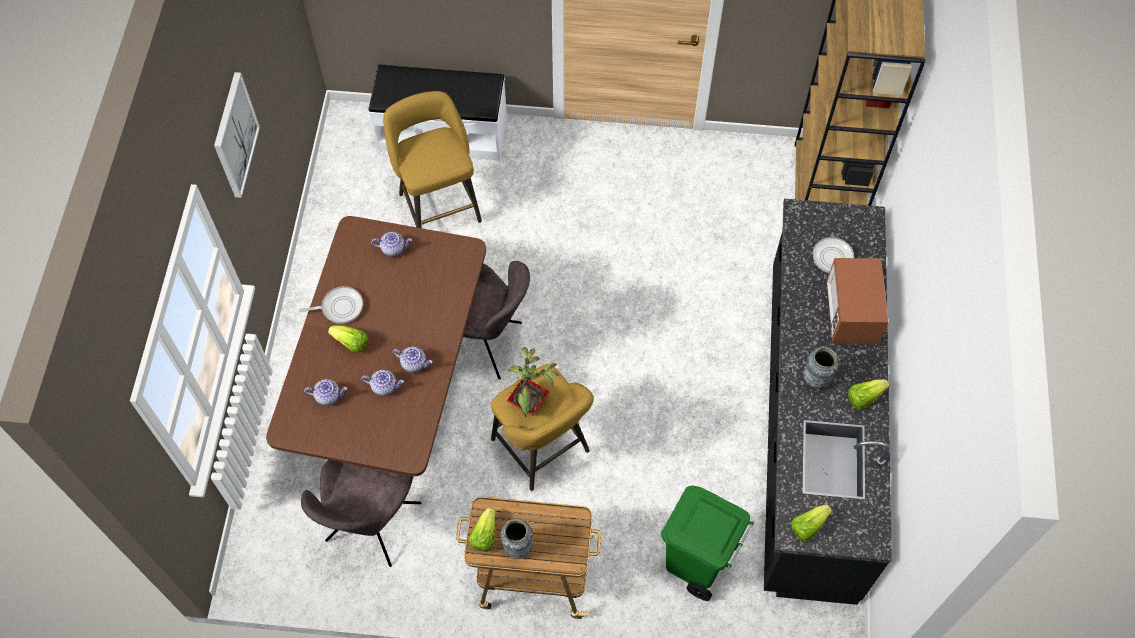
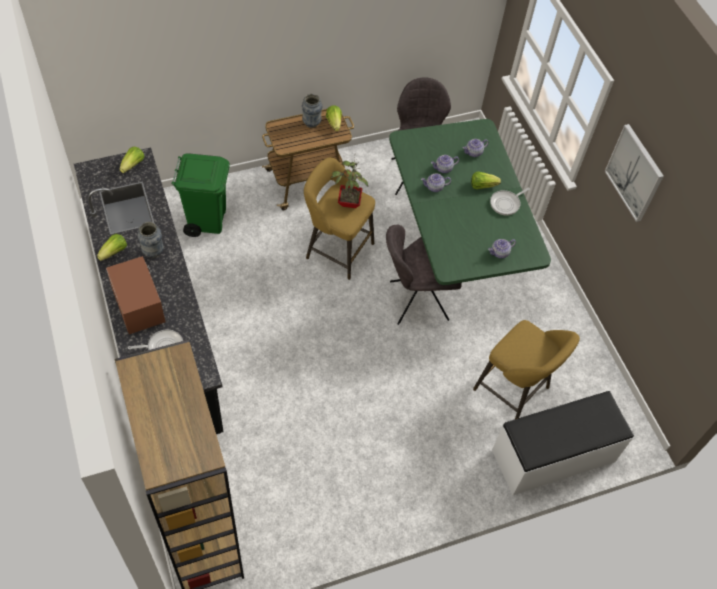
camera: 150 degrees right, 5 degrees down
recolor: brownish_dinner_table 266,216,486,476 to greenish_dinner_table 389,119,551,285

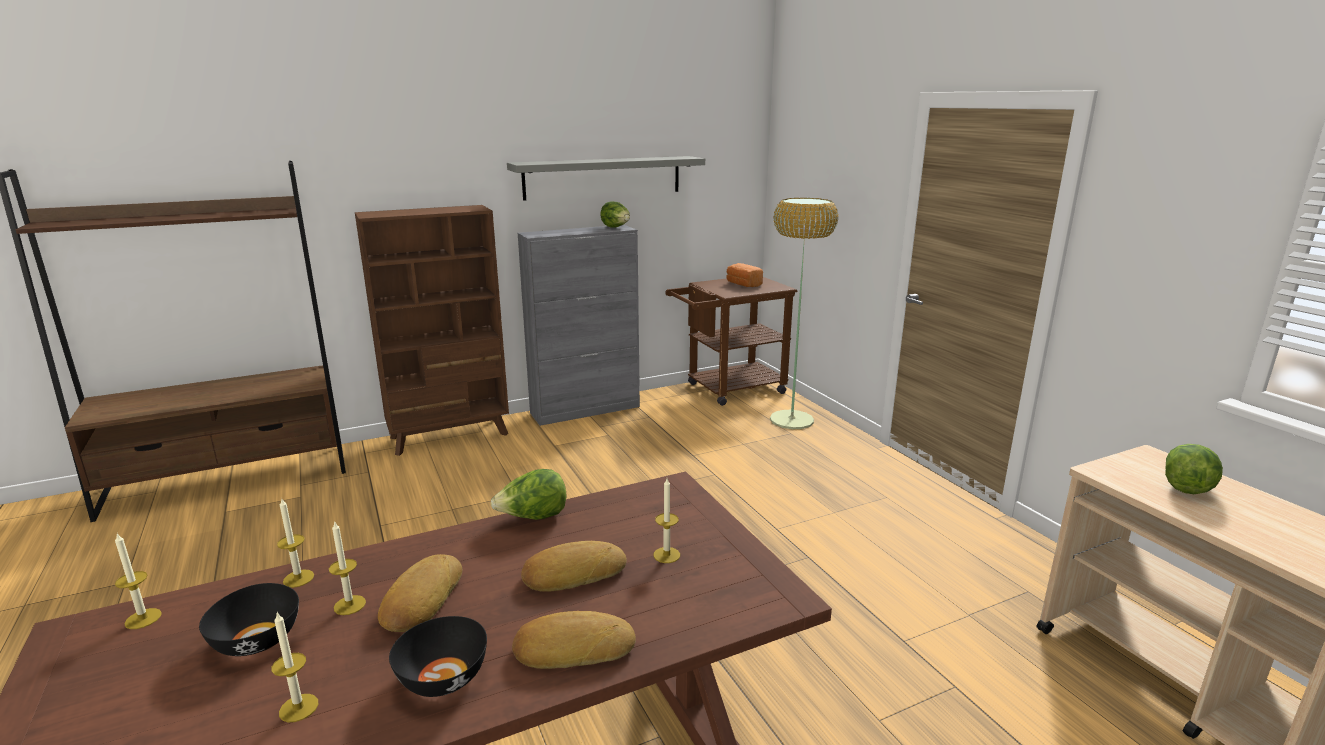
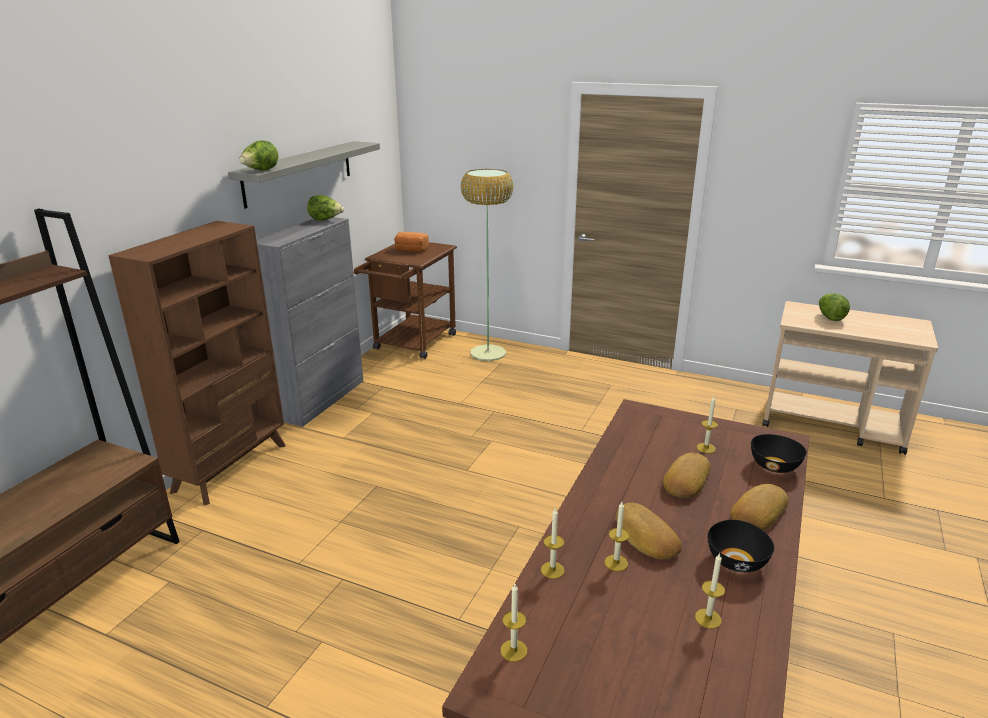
camera: 40 degrees left, 5 degrees up
move: lettuce_head 491,469,566,520 to 239,140,278,171; black_bowl 199,583,299,656 to 751,434,807,473

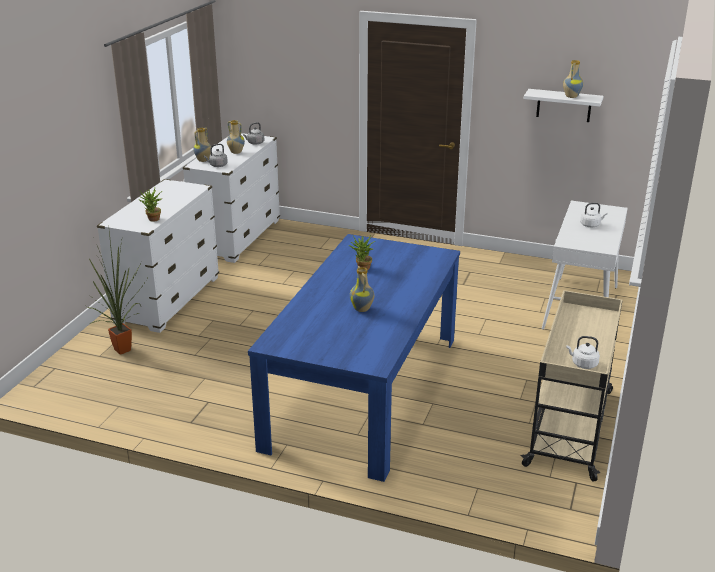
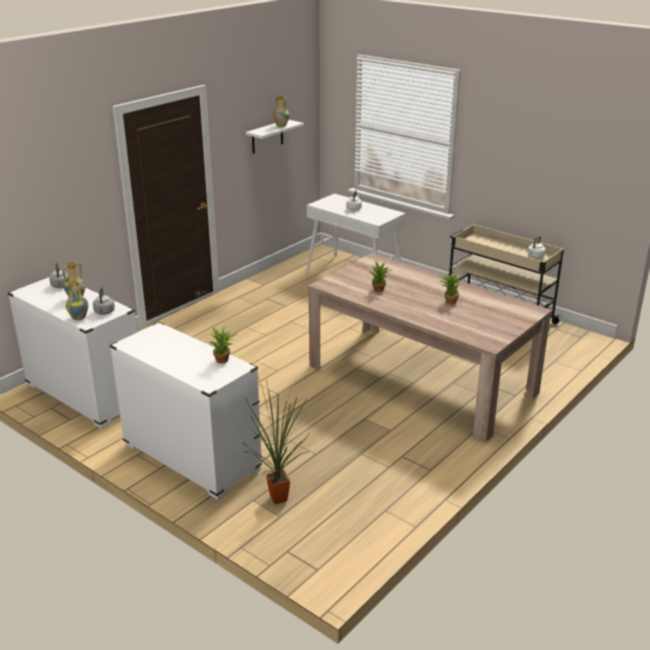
camera: 70 degrees left, 0 degrees up
replace: vase 350,266,374,312 to plant_in_a_pot 440,272,461,304
recolor: blue-coloured_dinner_table 248,234,460,482 to sand-coloured_dinner_table 307,253,553,442

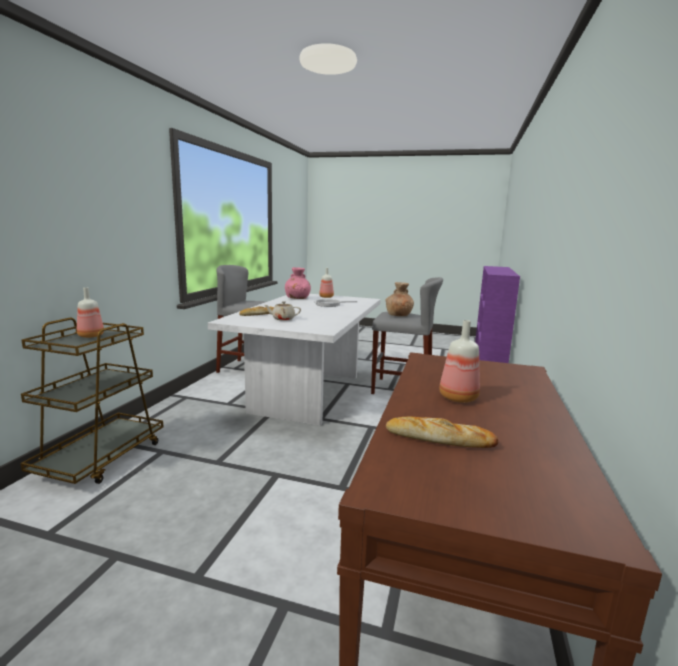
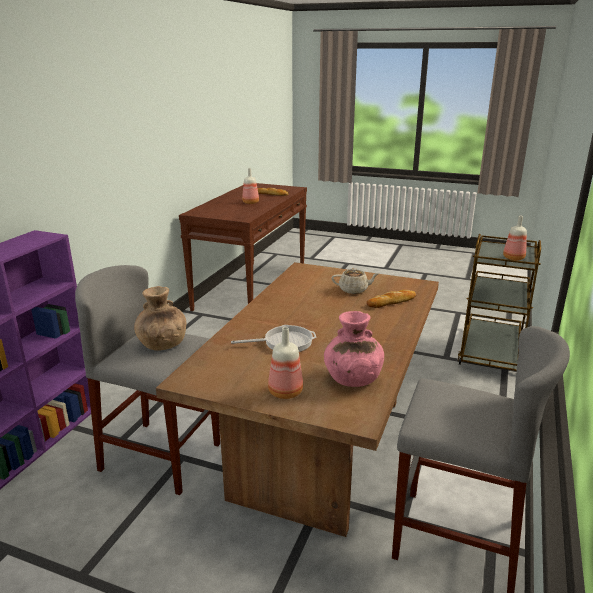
camera: 175 degrees left, 10 degrees up
recolor: white-coloured_dinner_table 208,294,381,426 to brownish_dinner_table 156,262,439,537

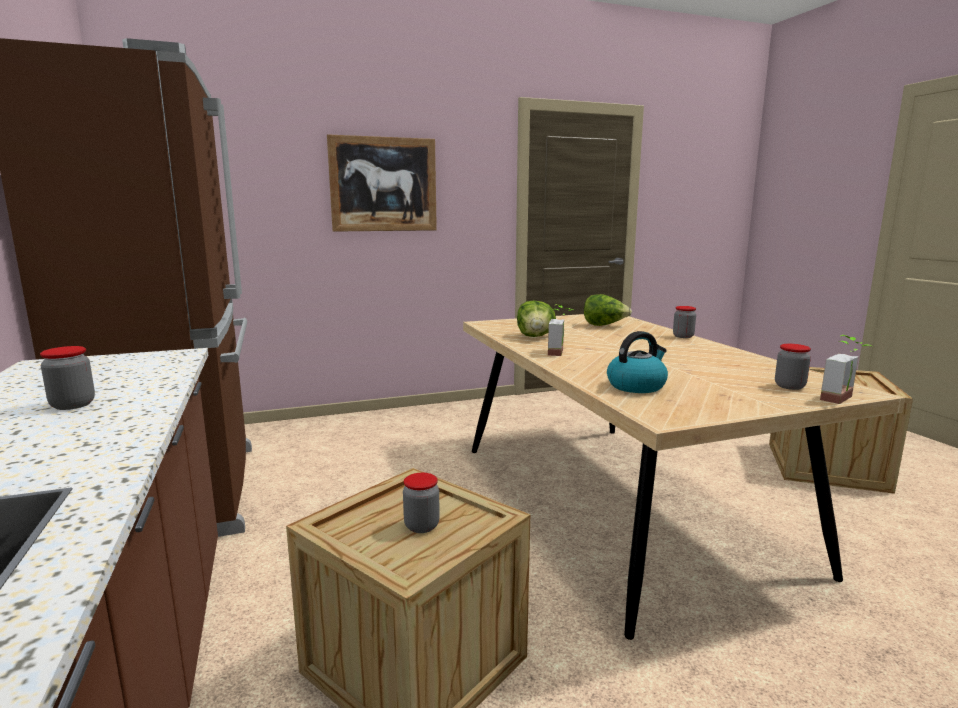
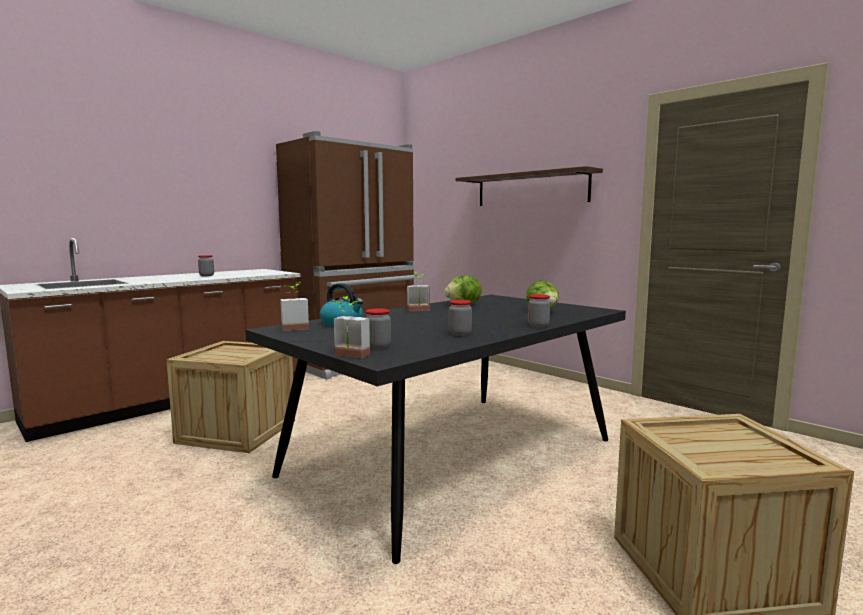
camera: 65 degrees right, 5 degrees down
insert: plant_in_a_pot 280,282,309,331
move: jar 403,473,440,533 to 449,300,472,336
replace: wall_art 327,134,437,232 to bracket_shelf 455,166,603,206
recolor: sand-coloured_dinner_table 463,314,905,640 to black_dinner_table 245,295,626,564

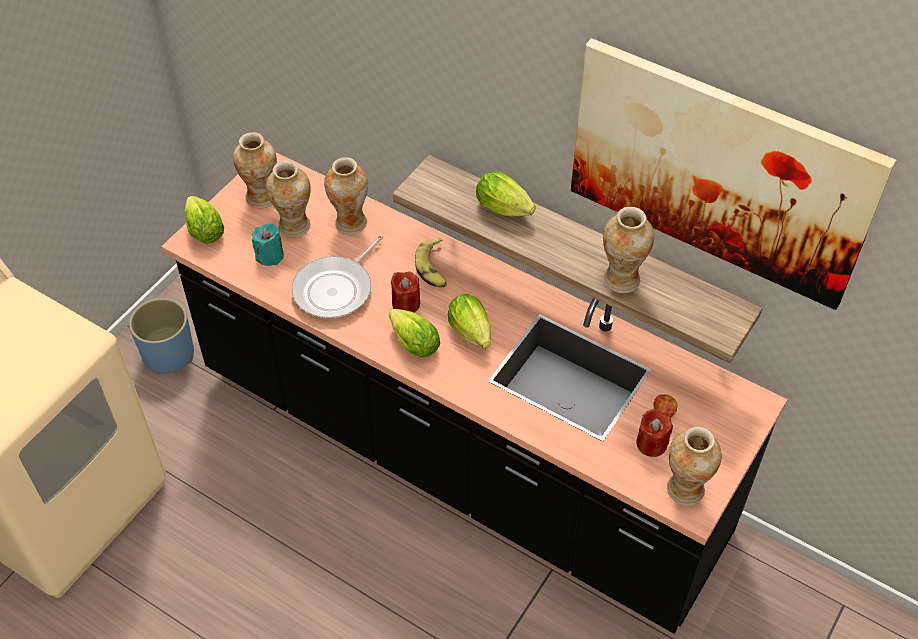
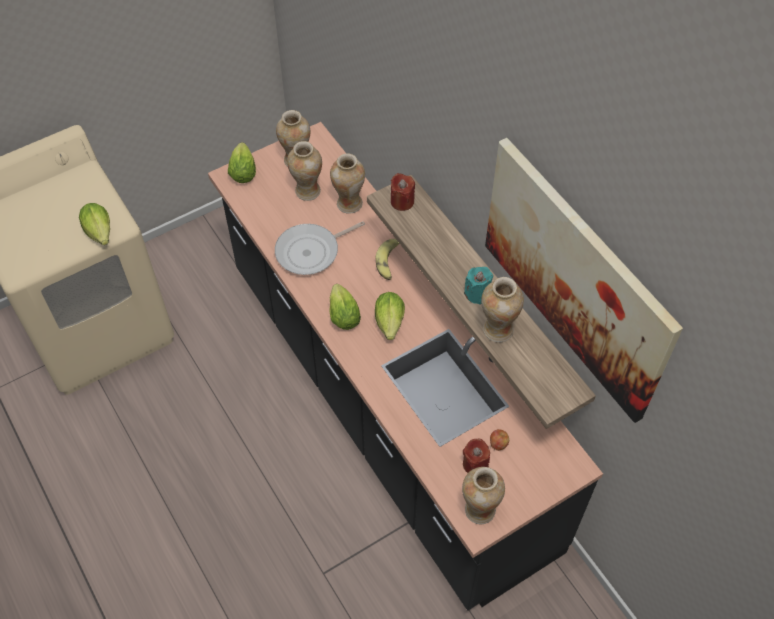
camera: 25 degrees right, 5 degrees up
delete: blue-coloured_flower_pot 129,298,194,375
move: lettuce_head 476,171,536,217 to 79,203,110,245; red_candle 391,271,420,312 to 391,173,415,211; blue-green_candle 252,223,284,266 to 464,267,493,305

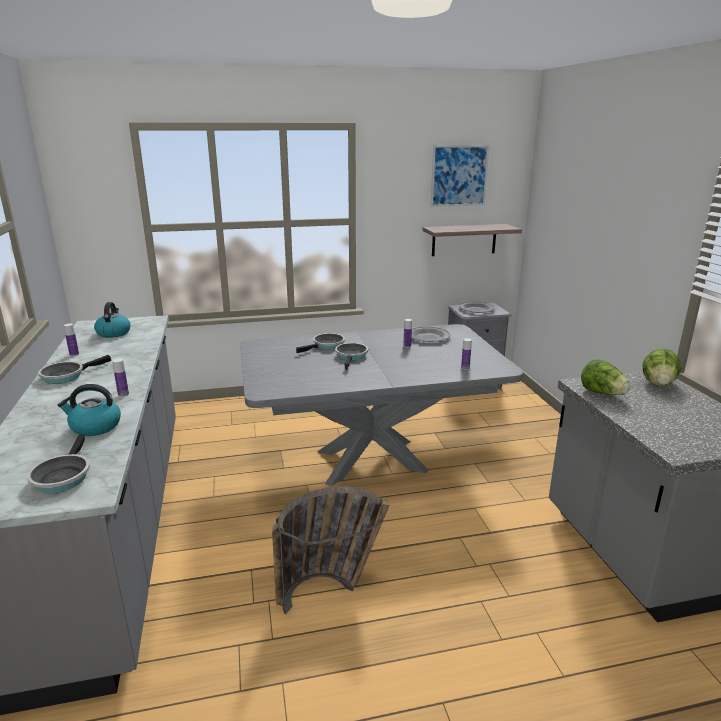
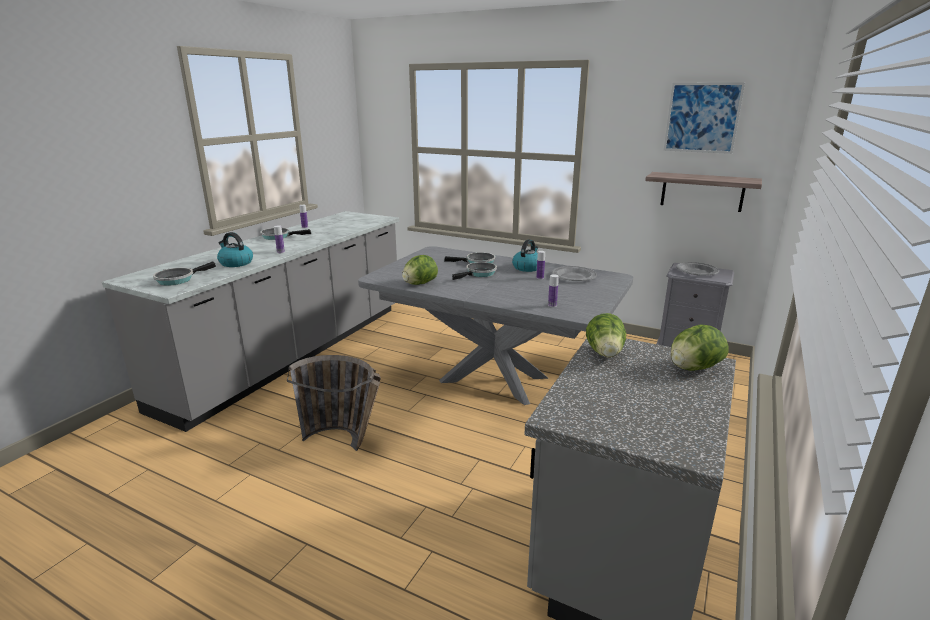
camera: 40 degrees right, 0 degrees up
insert: lettuce_head 402,255,438,285
move: water_kettle 94,302,131,338 to 512,239,538,272

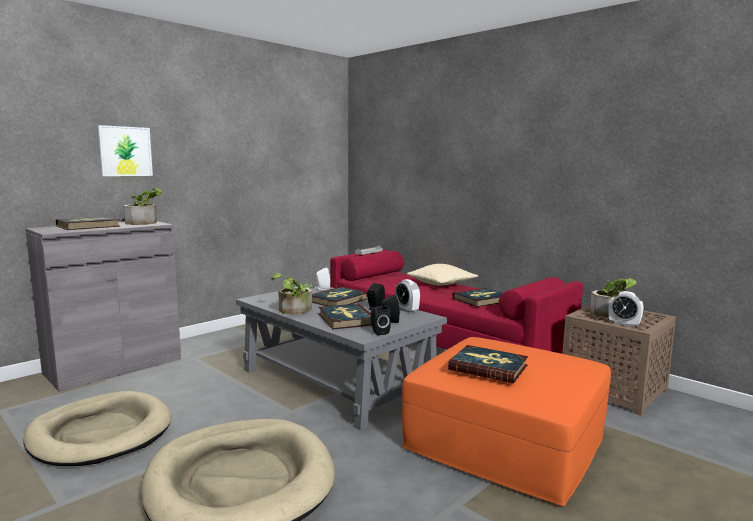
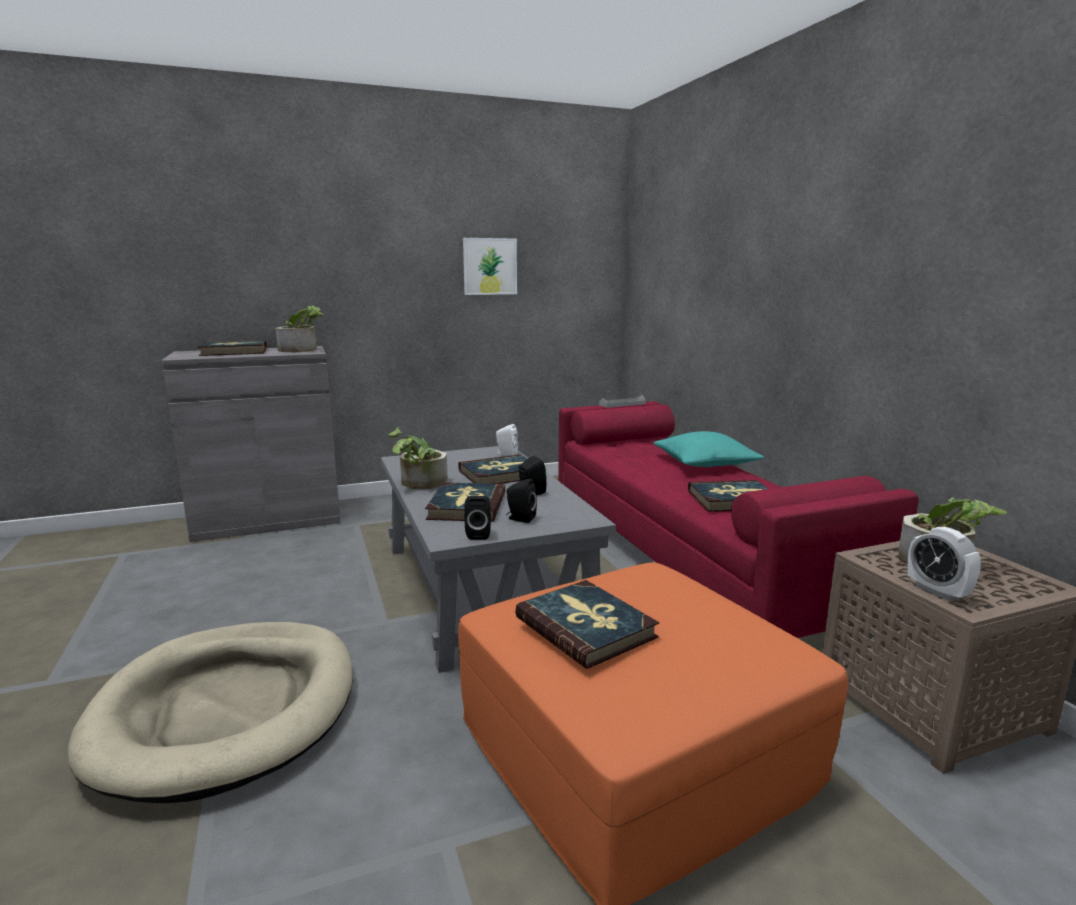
camera: 25 degrees right, 5 degrees up
delete: sand-coloured_dog_bed 23,391,172,466; bedside_clock 395,279,420,313
move: wall_art 98,125,153,176 to 463,238,517,295
recolor: sand-coloured_throw_pillow 407,264,478,285 to blue-green_throw_pillow 653,431,764,467

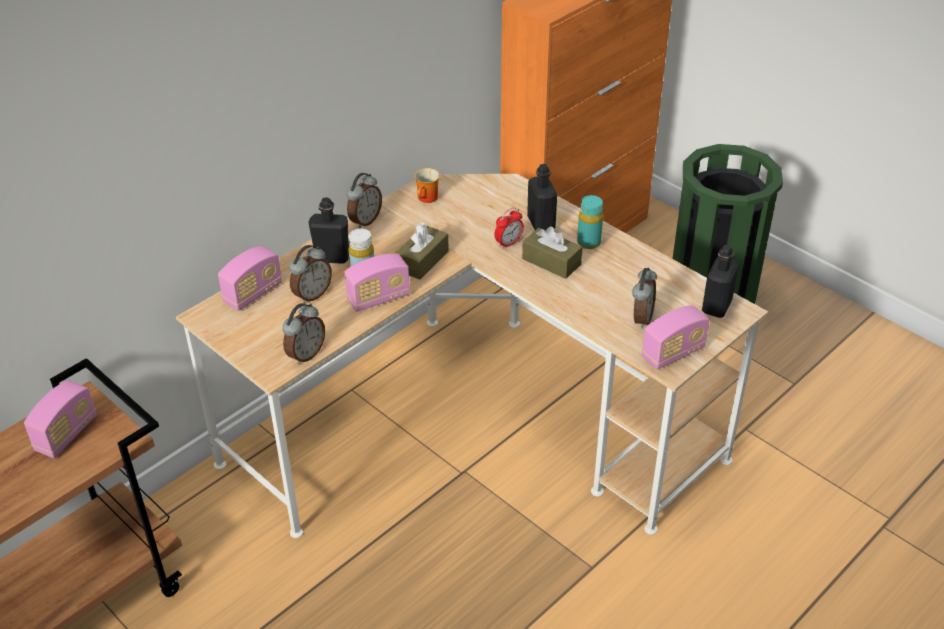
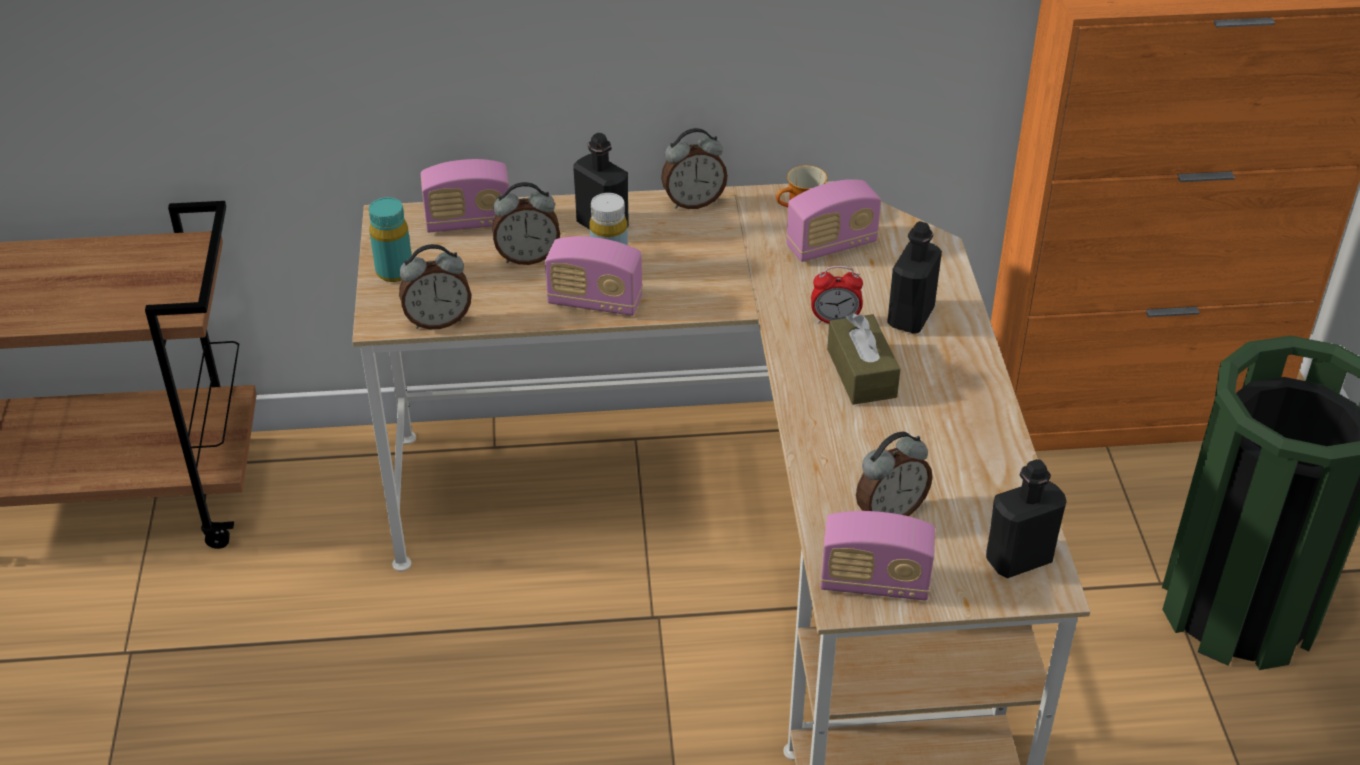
camera: 40 degrees right, 0 degrees up
delete: brownish_tissue_holder 396,222,449,280
move: blue-green_beverage_bottle 577,195,603,249 to 369,197,412,282; radio_receiver 24,380,97,458 to 786,179,881,262

